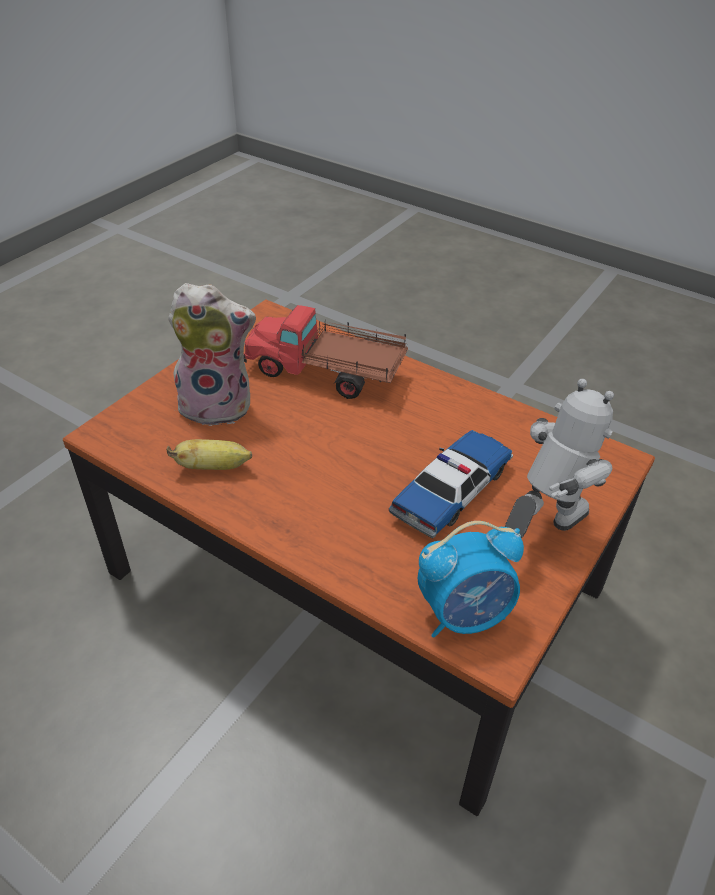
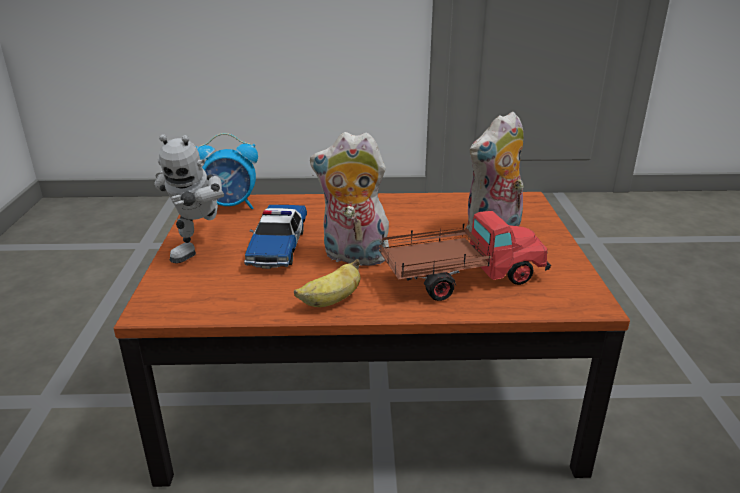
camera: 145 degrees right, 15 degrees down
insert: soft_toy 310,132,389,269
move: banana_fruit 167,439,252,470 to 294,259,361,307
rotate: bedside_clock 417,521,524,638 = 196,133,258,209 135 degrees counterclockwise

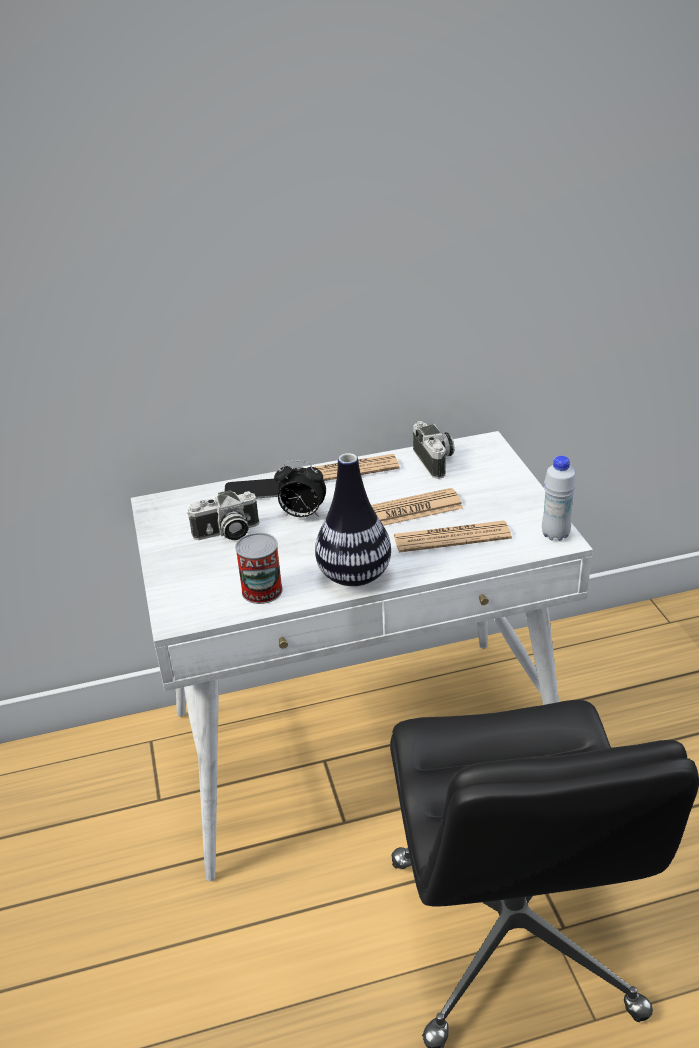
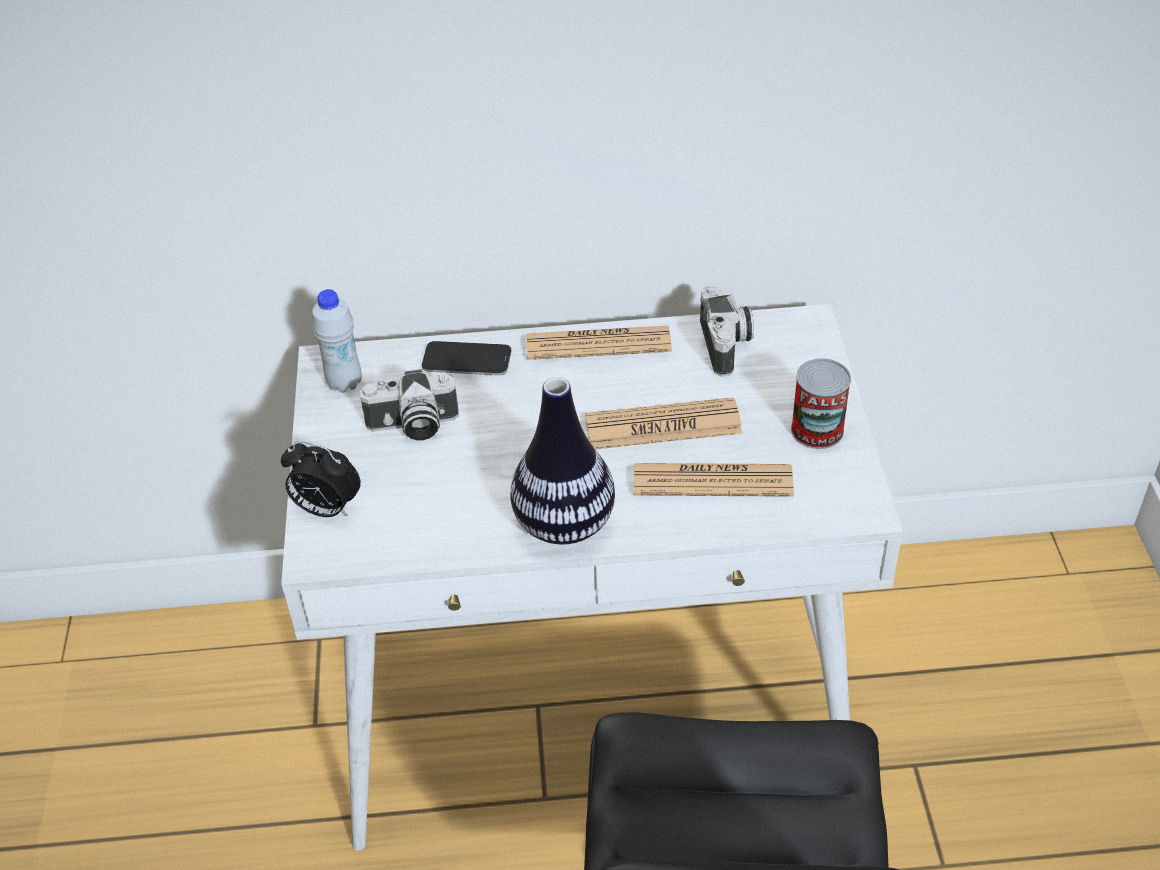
camera: 10 degrees right, 10 degrees up
move: bedside_clock 274,460,326,517 to 281,441,361,517; white-coloured_beverage_bottle 542,456,576,541 to 312,289,362,393; metal_can 235,533,283,604 to 791,358,851,449

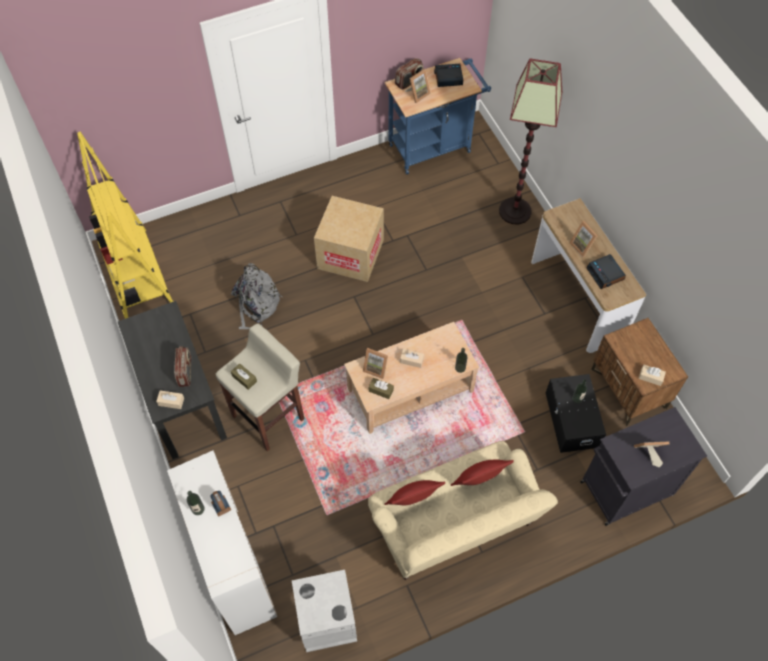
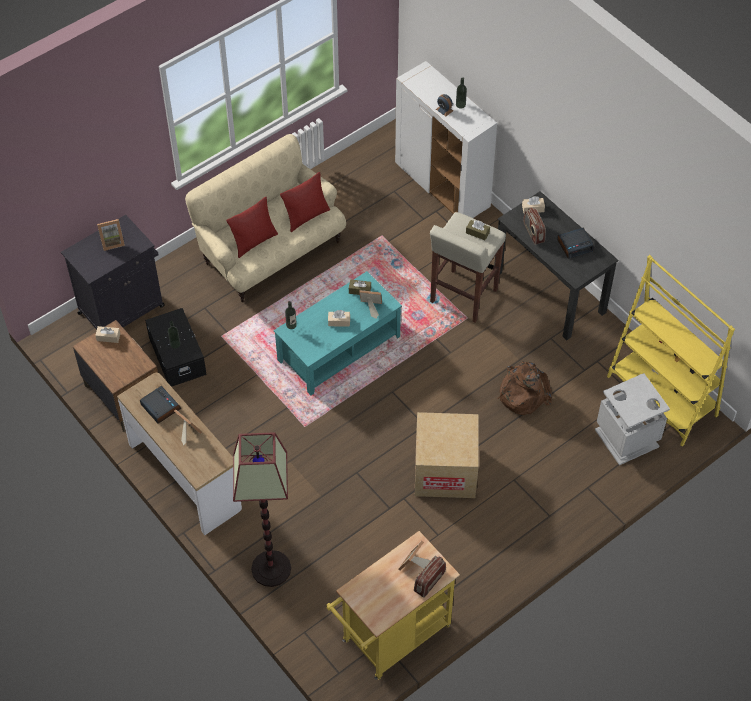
camera: 165 degrees right, 5 degrees down
move: bedside_clock 434,64,463,87 to 557,227,594,259; greyish_waste_bin 292,570,357,652 to 595,373,670,465
recolor: sand-coloured_coffee_table 344,322,479,434 to blue-green_coffee_table 274,271,402,395; blue-coloured_wheeled_cart 385,58,491,174 to yellowish_wheeled_cart 326,531,460,680; greyish_knapsack 231,263,283,329 to brownish_knapsack 497,361,552,415

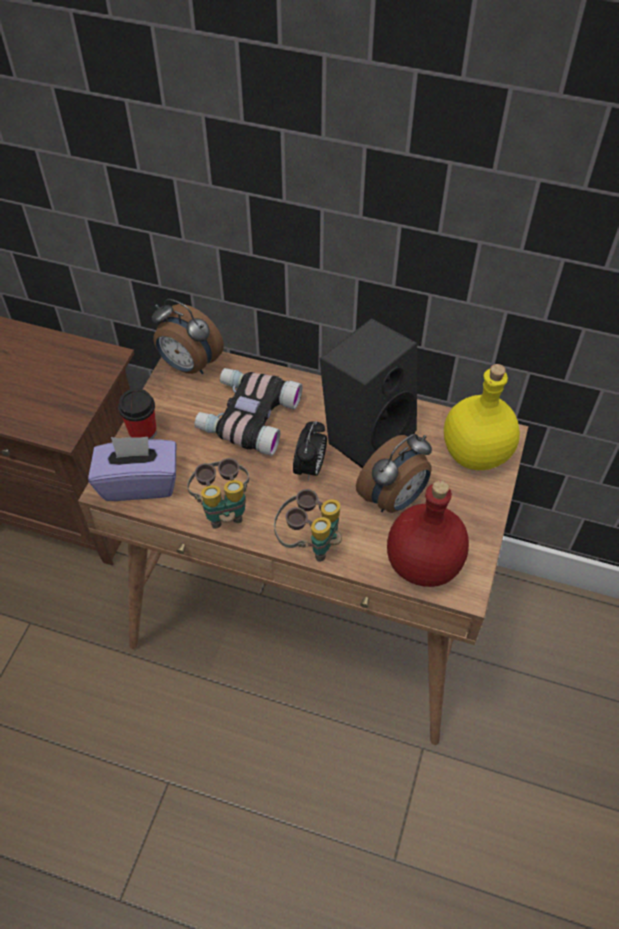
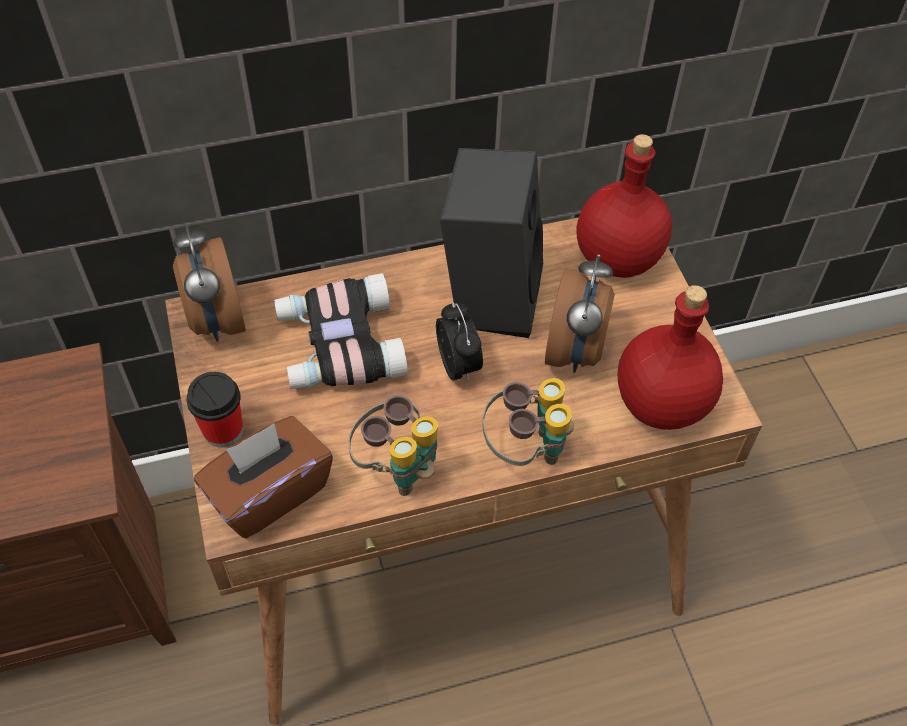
camera: 35 degrees left, 0 degrees up
recolor: purple-coloured_tissue_holder 88,437,176,501 to brownish_tissue_holder 194,416,333,539; yellowish_beverage_bottle 444,364,520,470 to red_beverage_bottle 577,134,672,278
rotate: bedside_clock 152,299,224,374 = 173,224,246,342 75 degrees clockwise

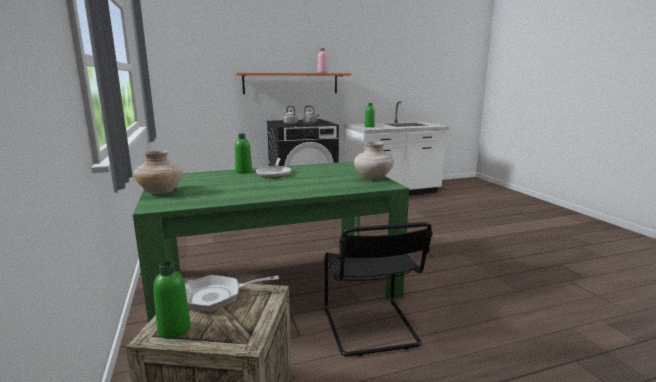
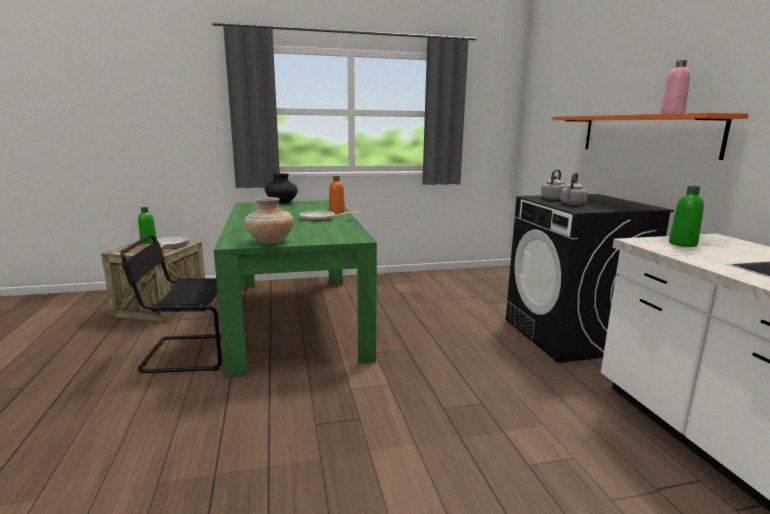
camera: 95 degrees right, 0 degrees up
recolor: sand-coloured_vase 134,150,183,194 to black_vase 265,173,298,204; greenish_beverage_bottle 235,134,252,173 to orange-coloured_beverage_bottle 329,176,345,215

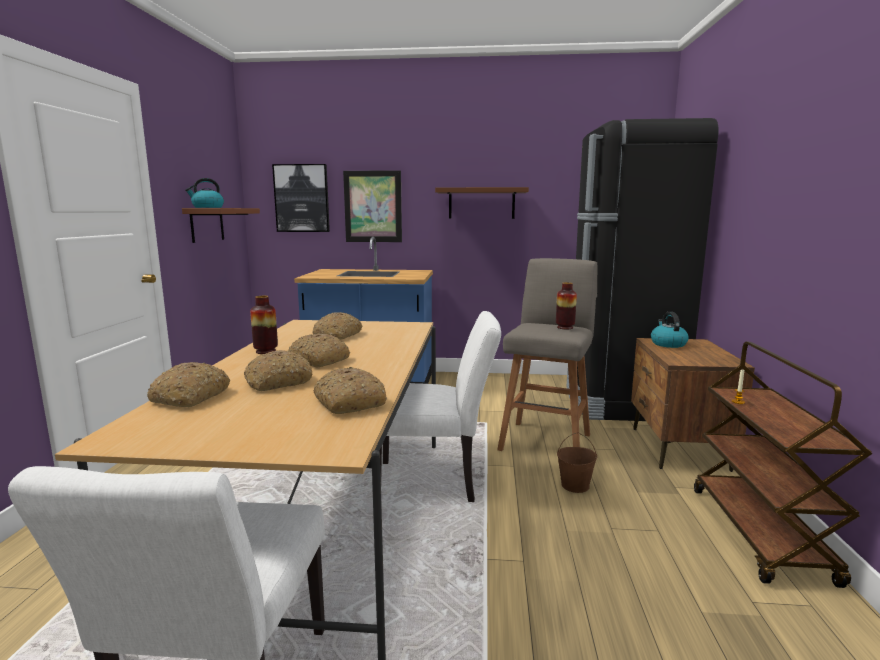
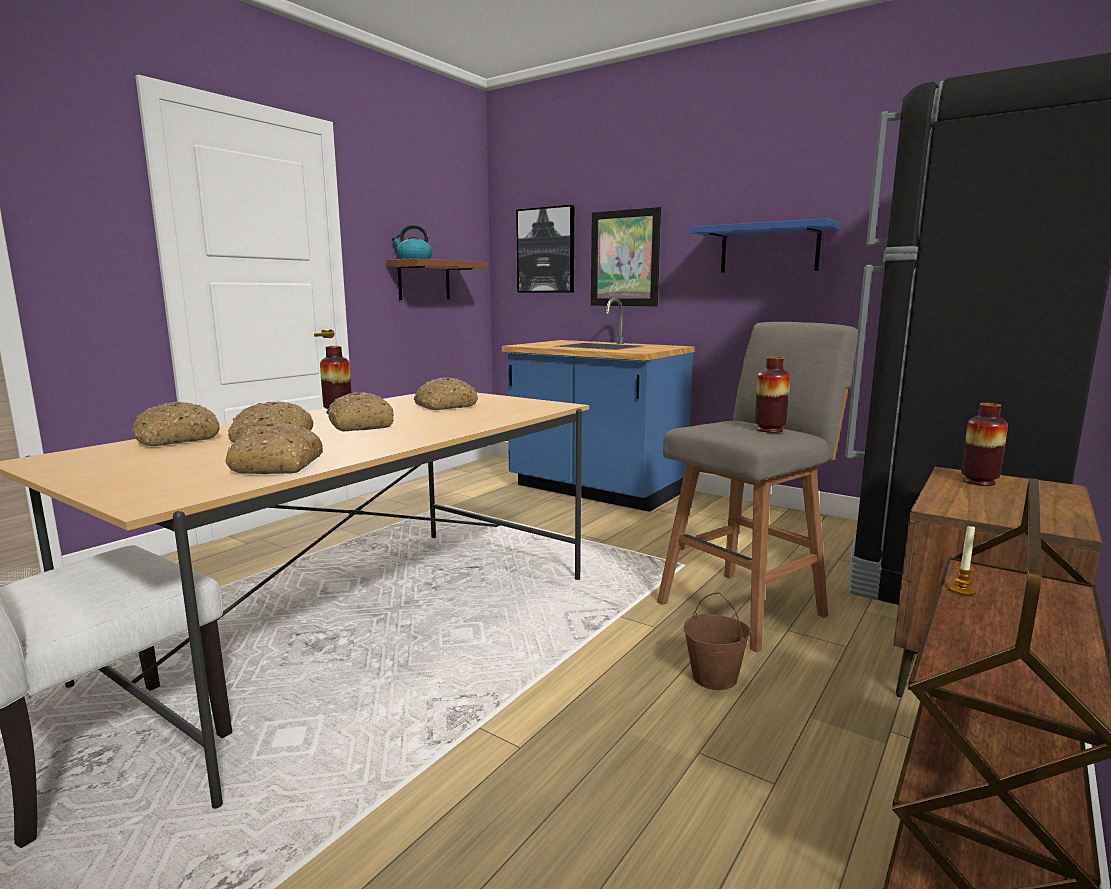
camera: 30 degrees right, 0 degrees up
delete: white-coloured_plain_chair 379,311,501,502
replace: water_kettle 651,312,689,348 to vase 961,403,1008,486
recolor: brownish_bracket_shelf 435,187,529,219 to blue-coloured_bracket_shelf 690,218,840,273

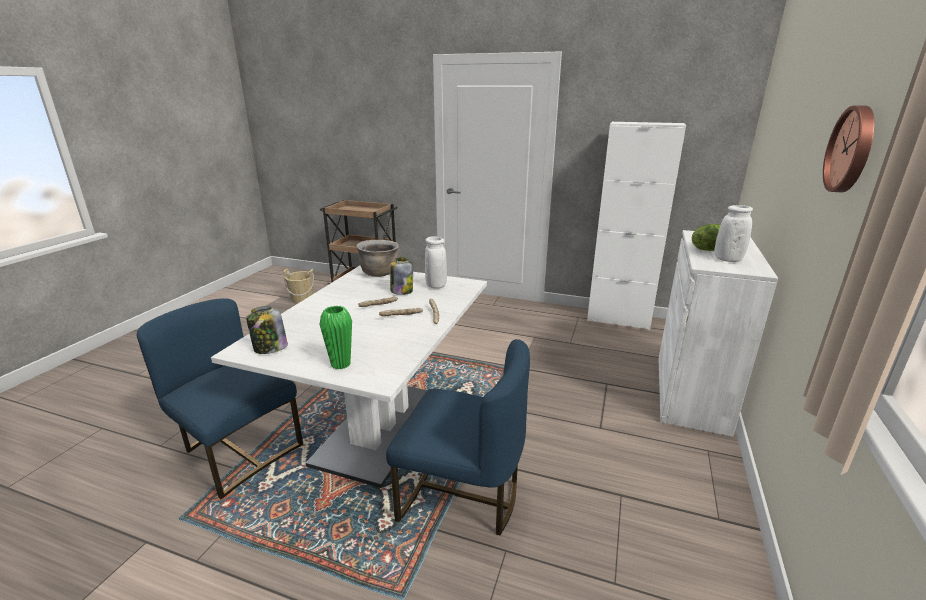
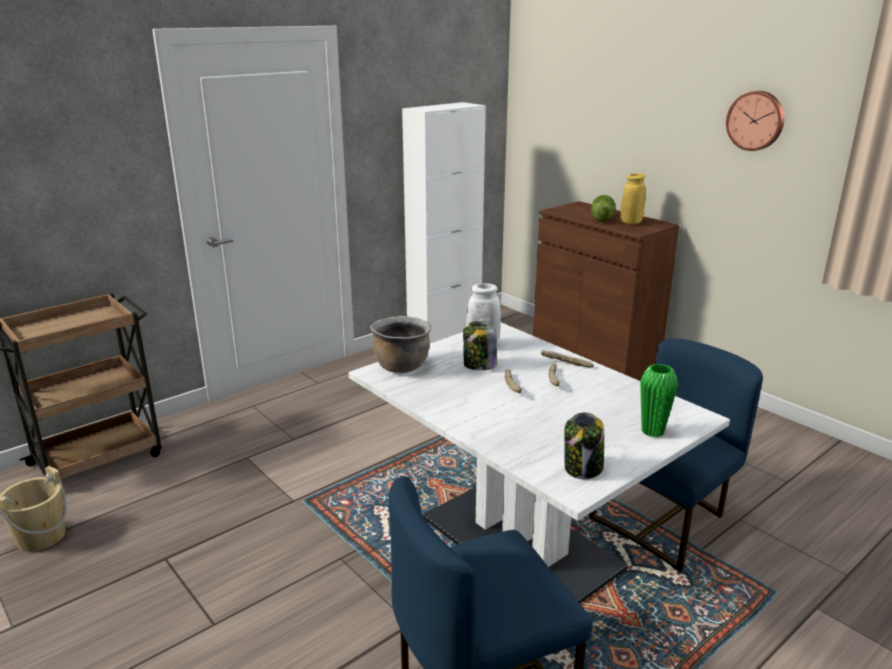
camera: 60 degrees left, 0 degrees up
recolor: white-coloured_cupboard 659,230,778,437 to brownish_cupboard 533,201,679,380; white-coloured_vase 714,205,753,262 to yellowish_vase 621,174,646,224

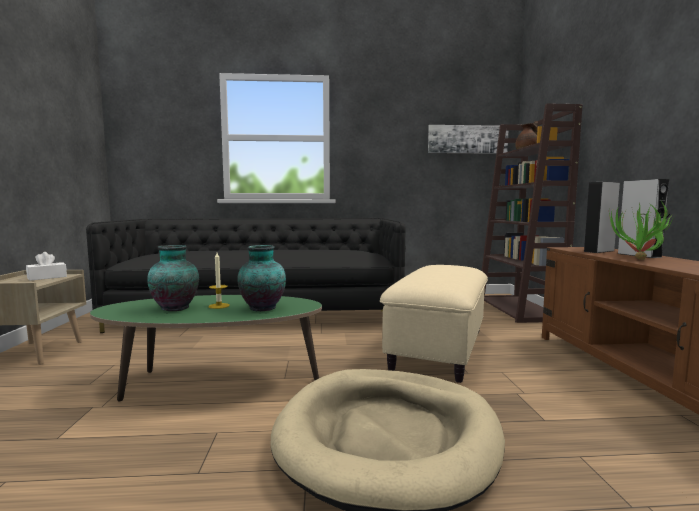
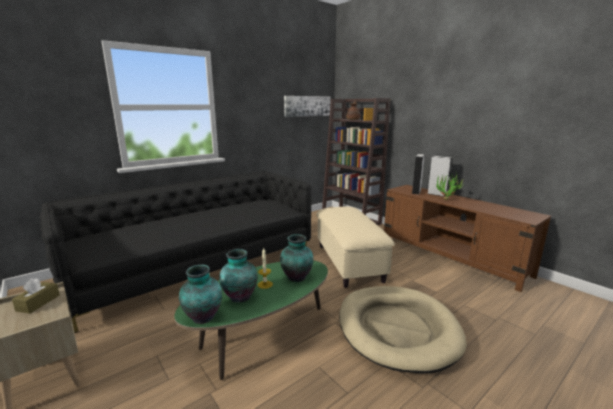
camera: 35 degrees left, 10 degrees up
insert: vase 179,264,222,324
recolor: white-coloured_tissue_holder 26,252,67,281 to brownish_tissue_holder 12,278,60,314

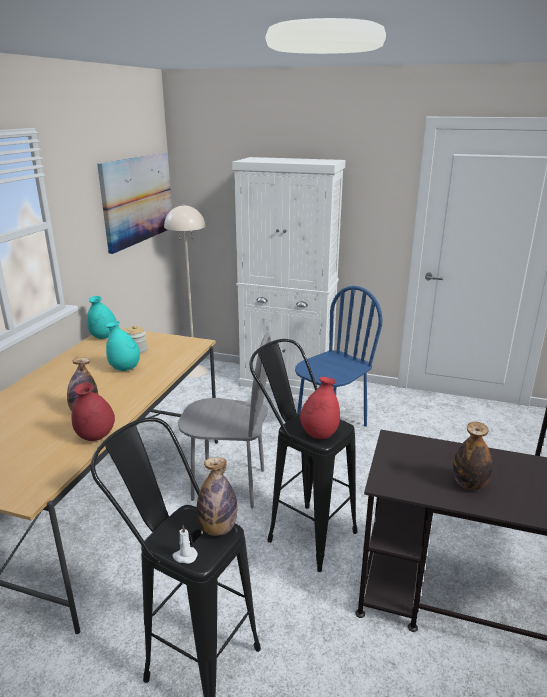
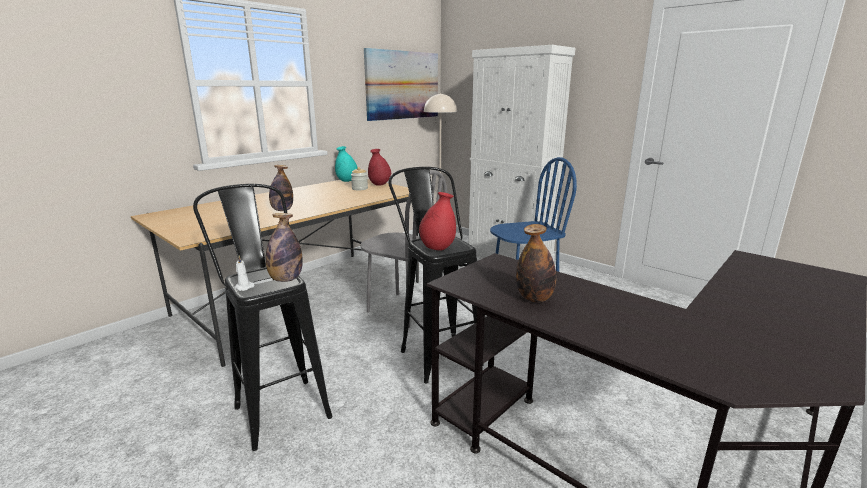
camera: 25 degrees right, 5 degrees down
delete: blue-green_vase 106,321,140,371
move: red_vase 71,382,115,441 to 368,149,391,186

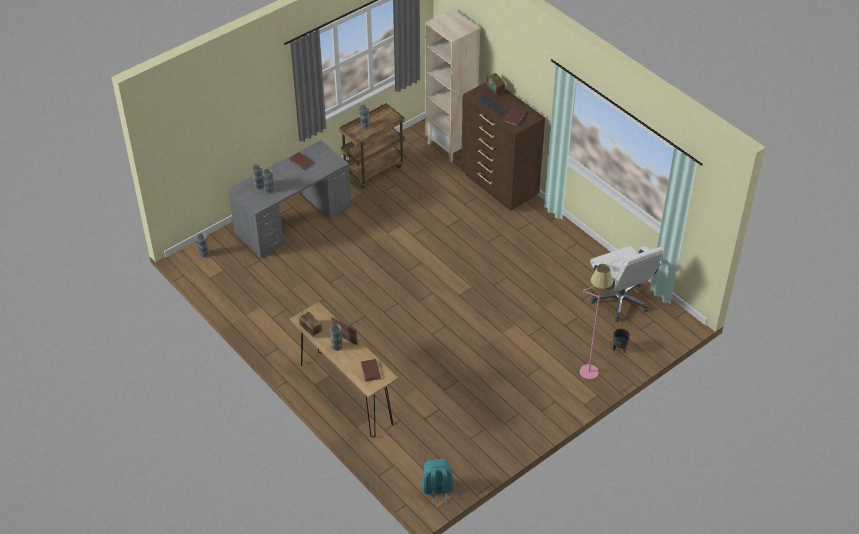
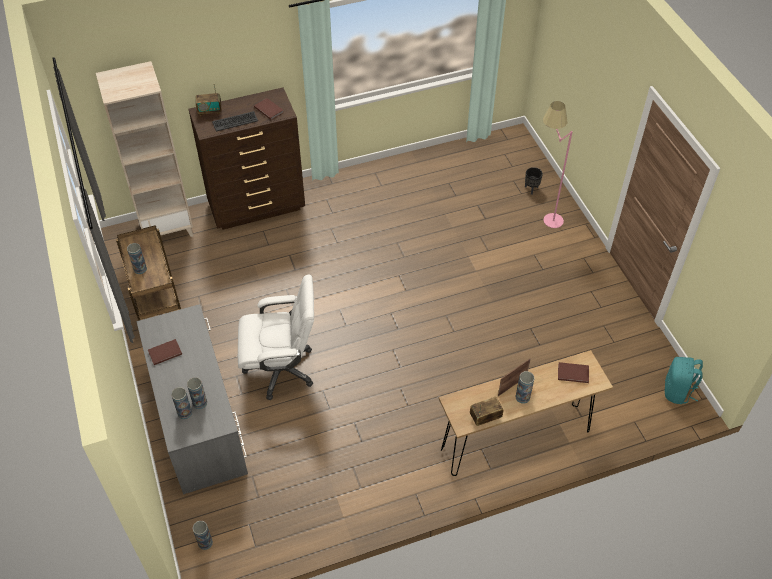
camera: 70 degrees left, 5 degrees up
move: white-coloured_computer_chair 590,246,664,322 to 238,274,314,400

